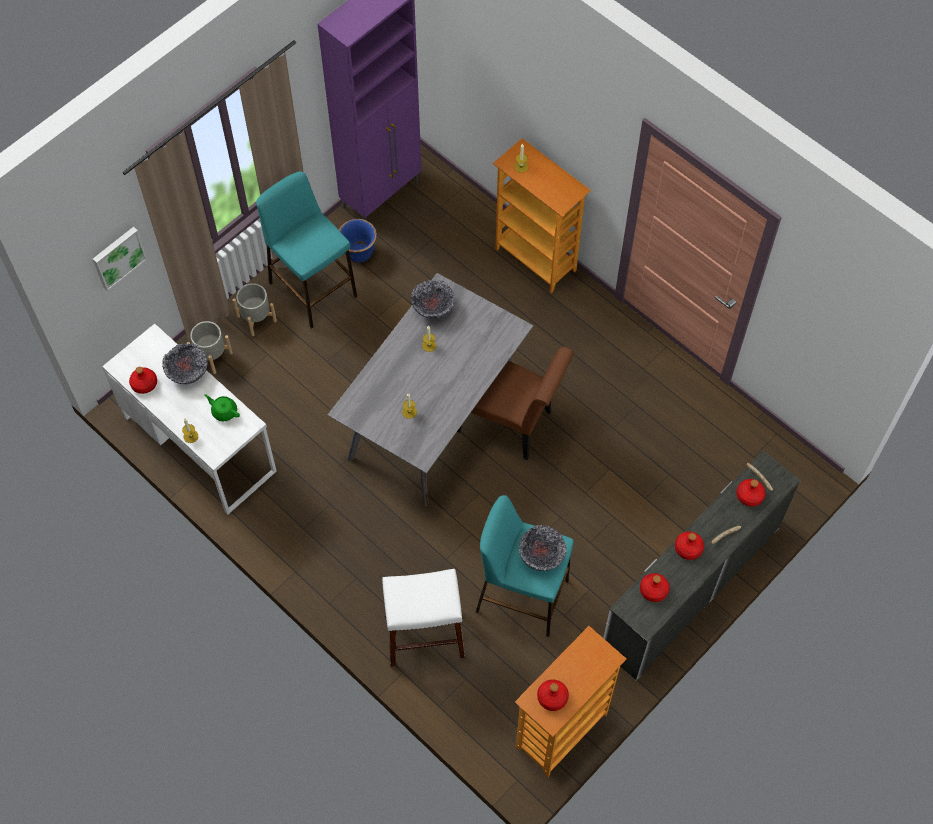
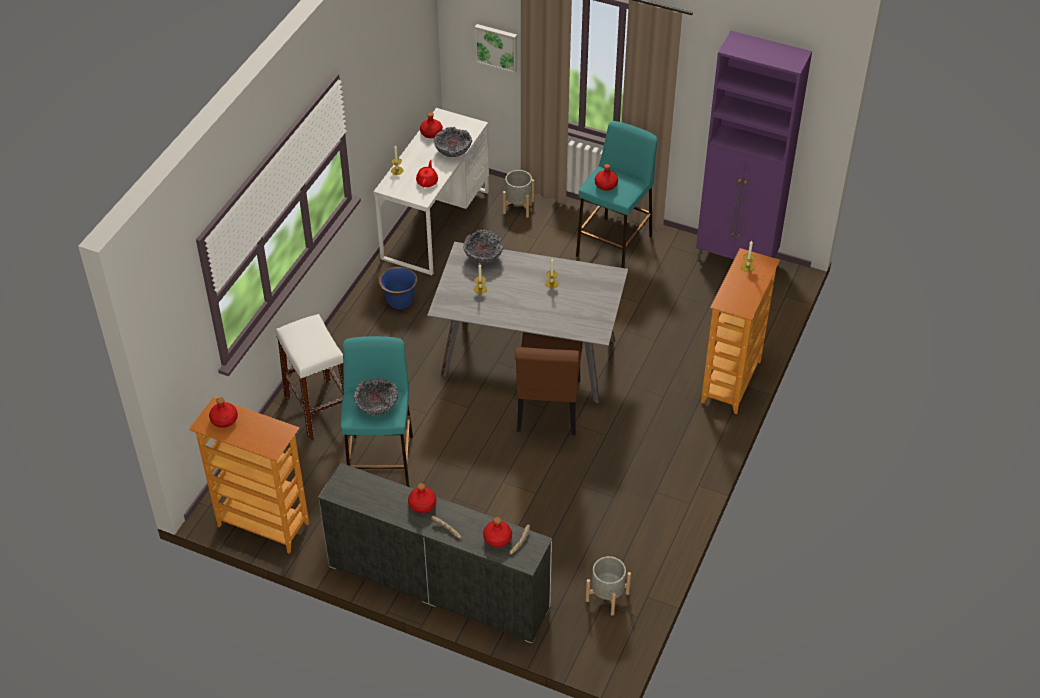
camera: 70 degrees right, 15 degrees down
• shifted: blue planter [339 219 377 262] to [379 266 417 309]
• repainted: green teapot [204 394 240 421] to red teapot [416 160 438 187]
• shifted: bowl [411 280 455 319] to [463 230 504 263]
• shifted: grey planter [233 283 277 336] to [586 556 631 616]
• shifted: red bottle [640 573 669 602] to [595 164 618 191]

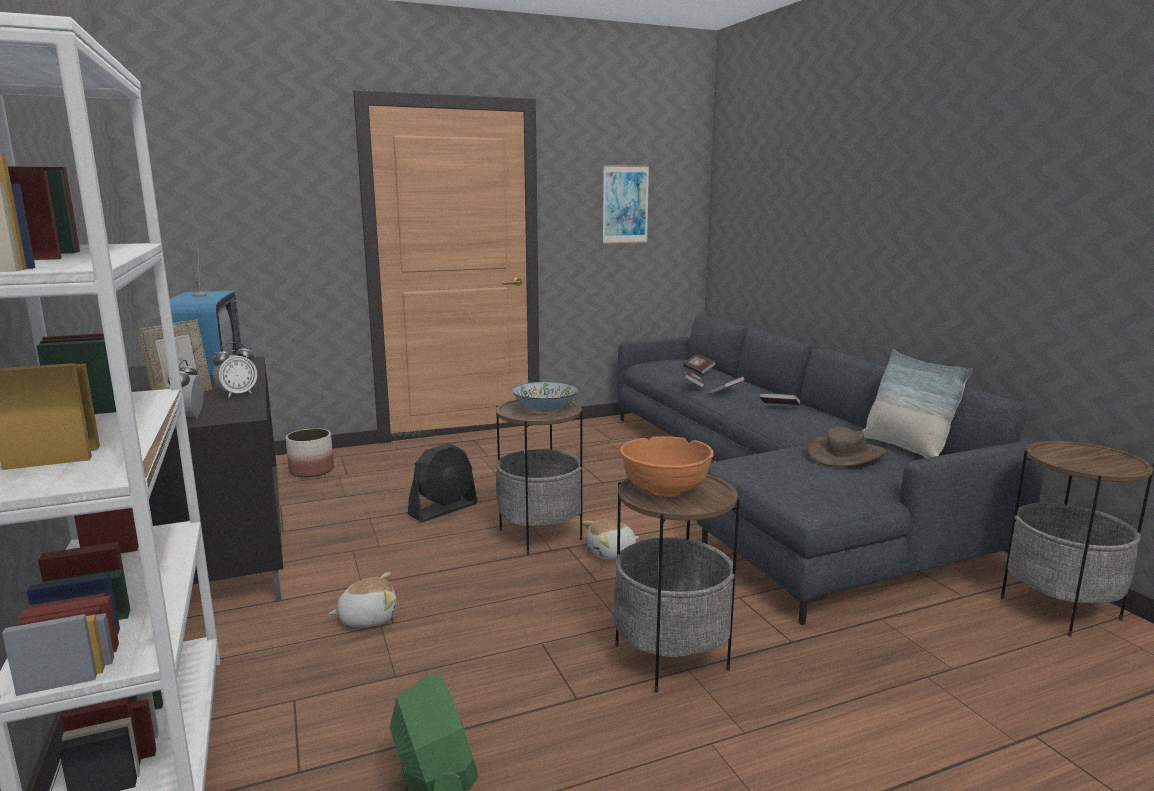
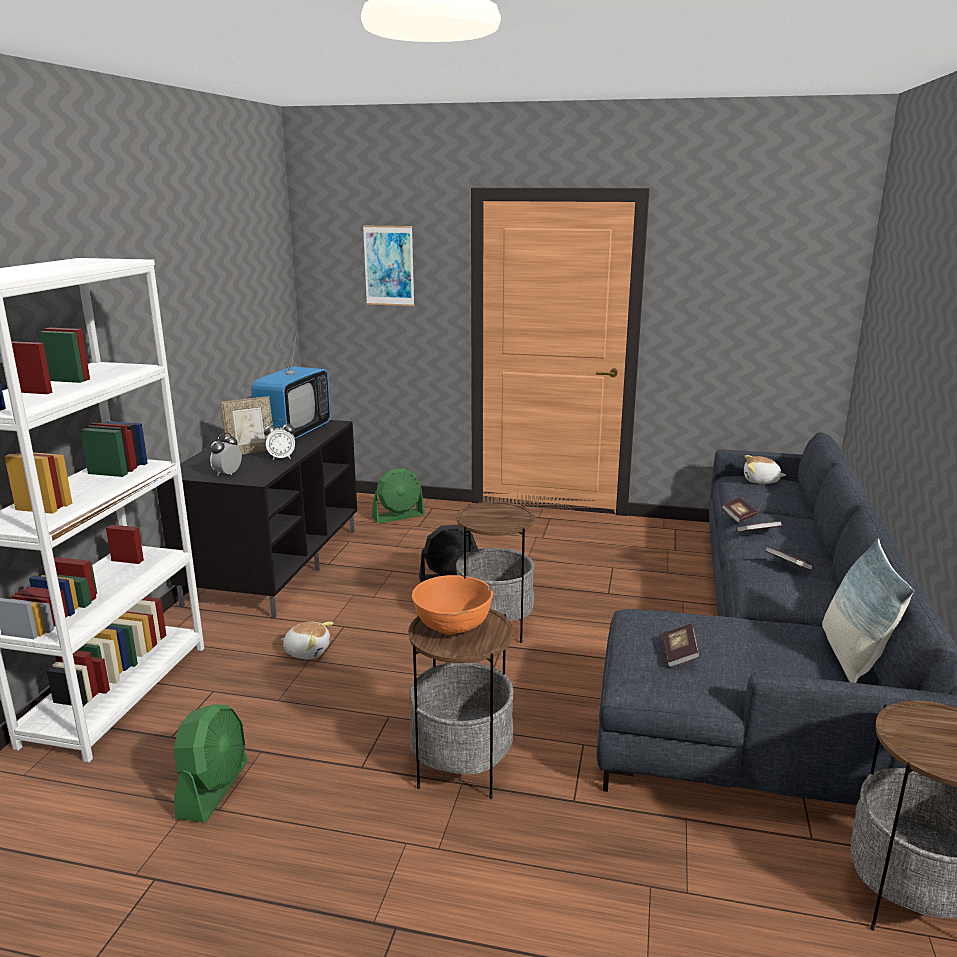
camera: 35 degrees right, 5 degrees up
• shifted: picture [603 165 649 244] to [363 226 414 306]
• swapped: planter [286 428 334 477] to green fan [371 468 425 523]
• shifted: book [683 354 716 375] to [662 623 700 668]
• shifted: plush toy [582 519 639 559] to [744 455 786 484]
• gone: bowl [512 381 579 412]
• gone: brown hat [807 427 887 467]

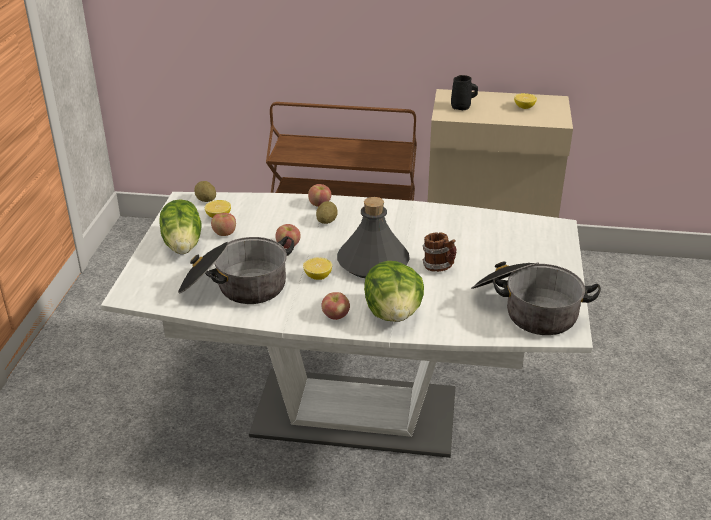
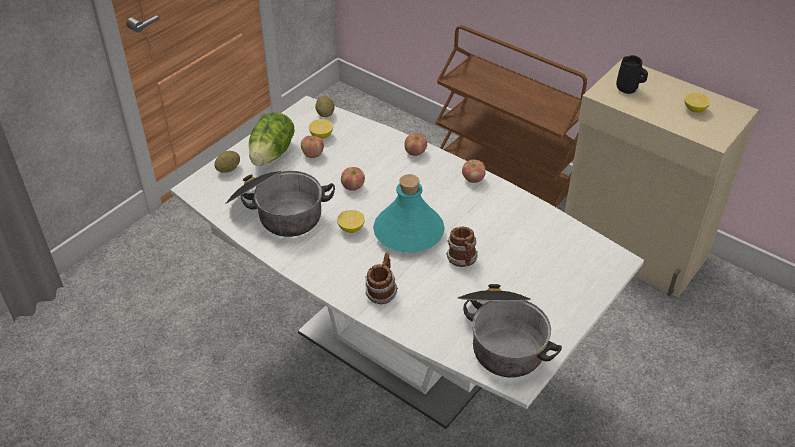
camera: 30 degrees right, 10 degrees up
• shifted: potato [316 201 338 224] to [214 151 240 173]
• swapped: lettuce [364 261 424 322] to mug [365 252 398 304]
• repainted: grey bottle [337 197 410 278] to turquoise bottle [373 174 445 253]
• shifted: apple [321 292 350 320] to [462 160 486 183]

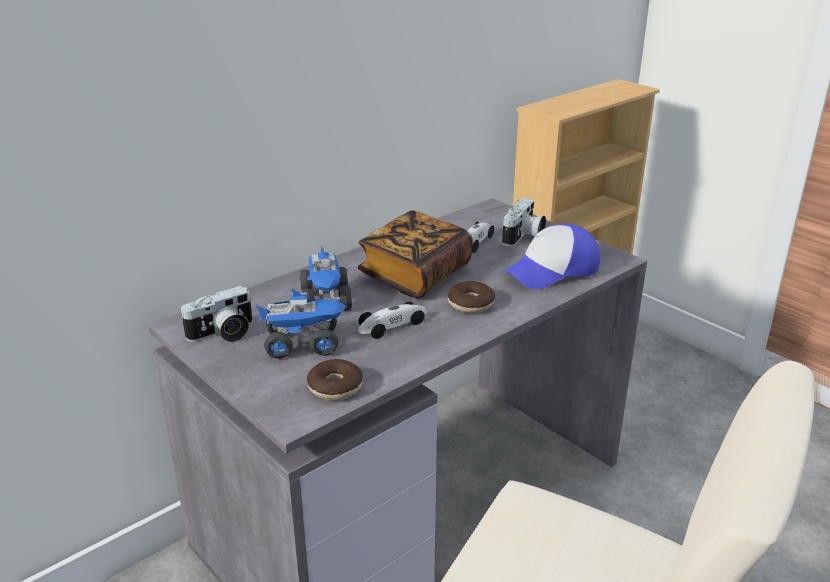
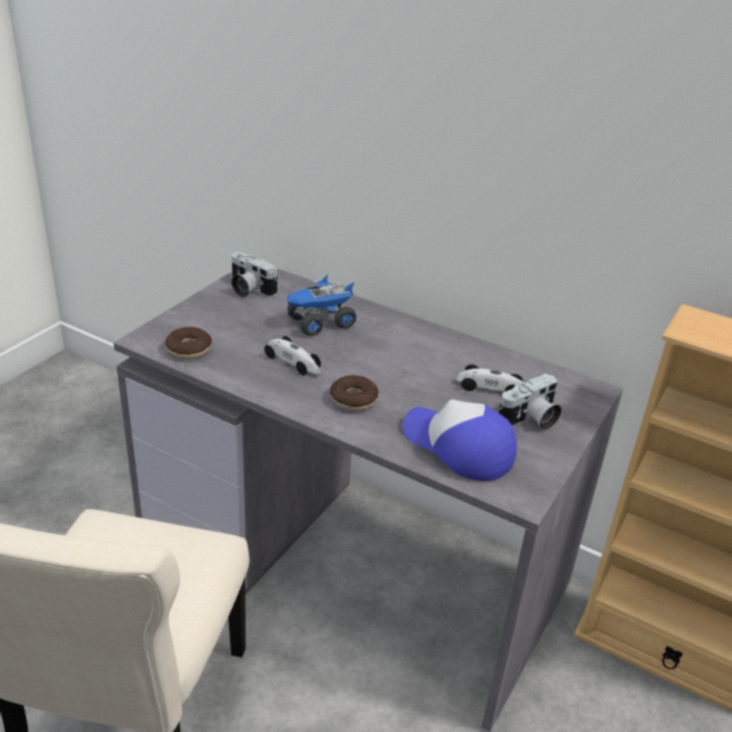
camera: 70 degrees right, 5 degrees up
• rotated: photo camera [502 198 546 246] = [499 373 562 430] 45 degrees counterclockwise
• gone: toy truck [256 289 346 359]
• gone: book [358 210 473 298]

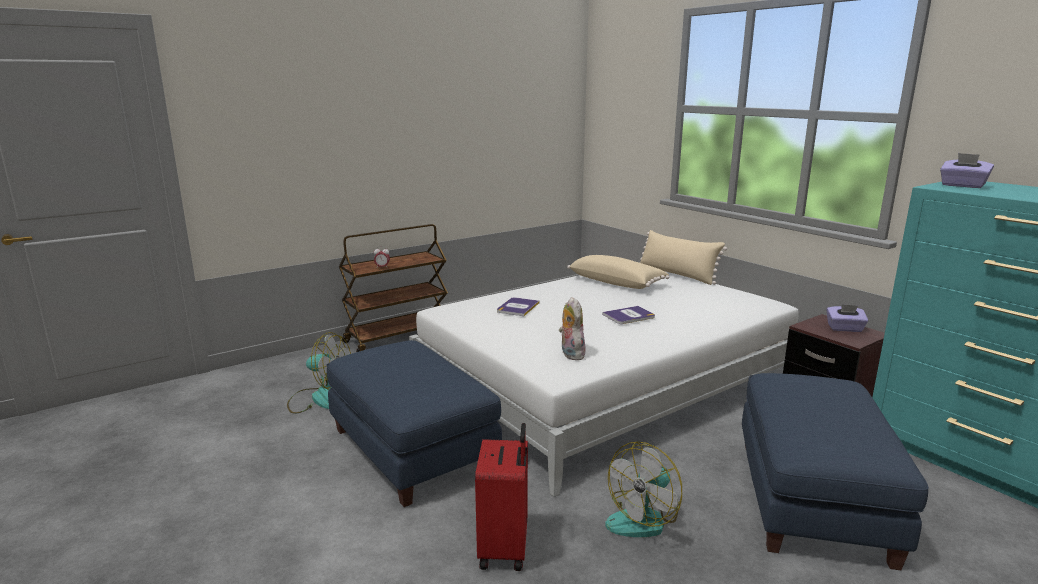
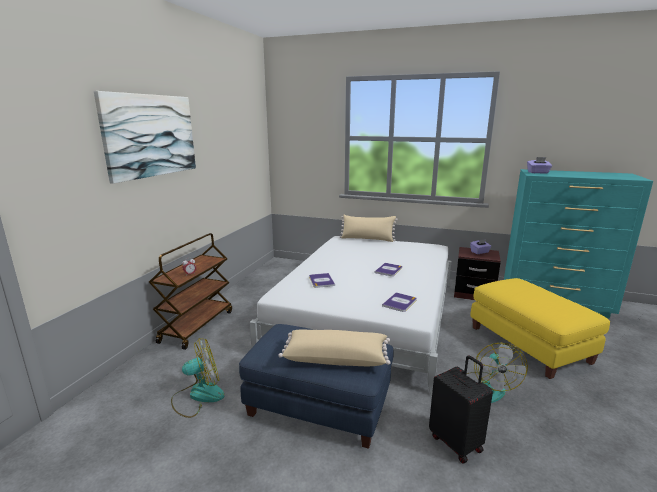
camera: 35 degrees left, 0 degrees up
• new: picture [94 91 196 184]
• shifted: beige pillow [567 255 669 289] to [279 330 391 366]
• swapped: plush toy [559 297 586 360] to book [382 292 417 312]
• repainted: red suitcase [475 423 528 571] to black suitcase [429 355 493 463]
• repainted: blue ottoman [742 373 929 570] to yellow ottoman [470 278 610 379]

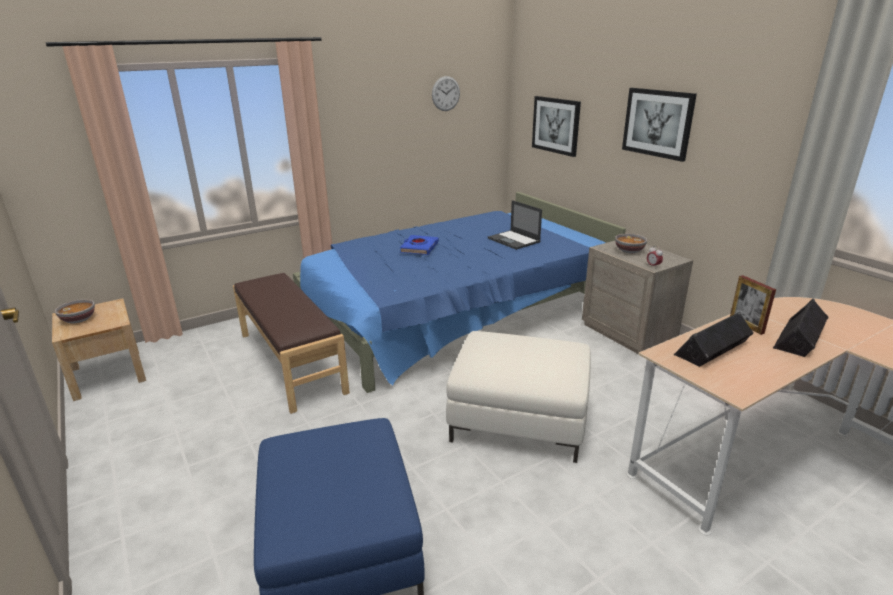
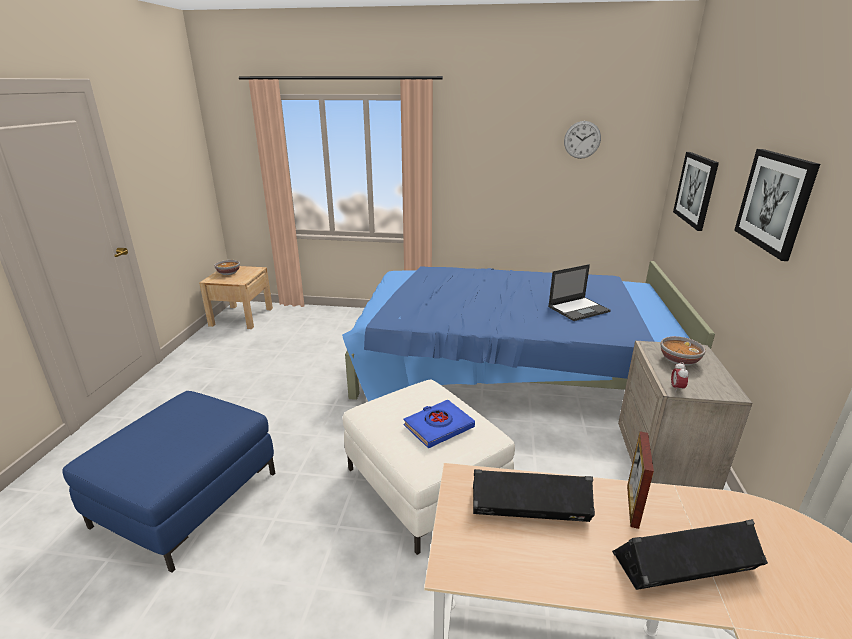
camera: 40 degrees right, 0 degrees up
• shifted: blue book [400 235 439 255] to [403 400 475 448]
• rotated: laptop [488 200 542 250] = [548 264 611 321] 120 degrees counterclockwise
• gone: brown bench [233 273 350 414]

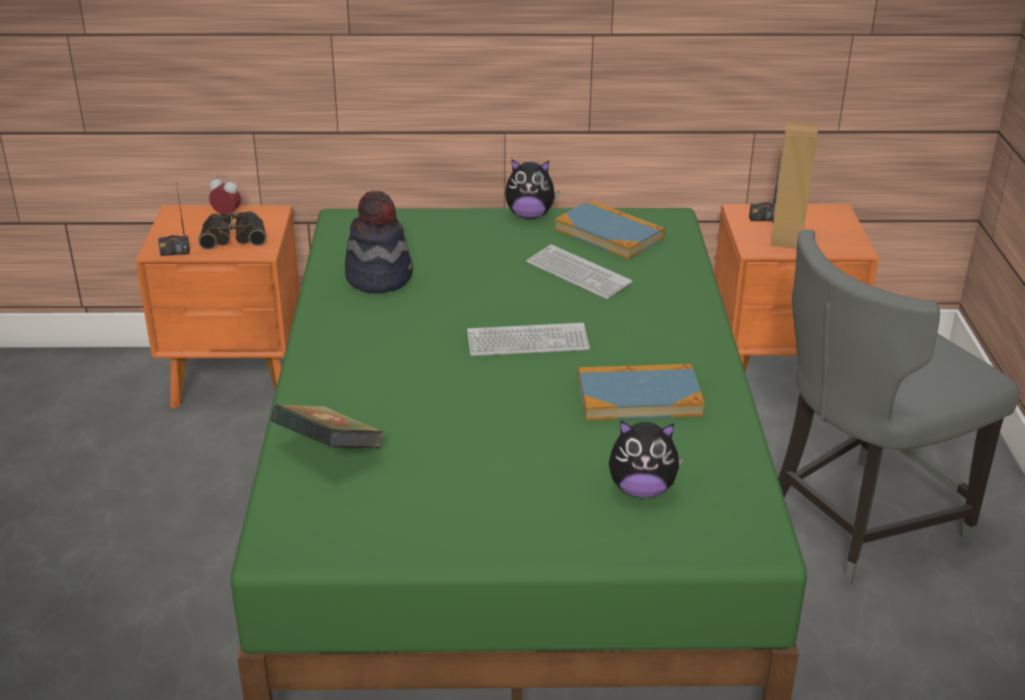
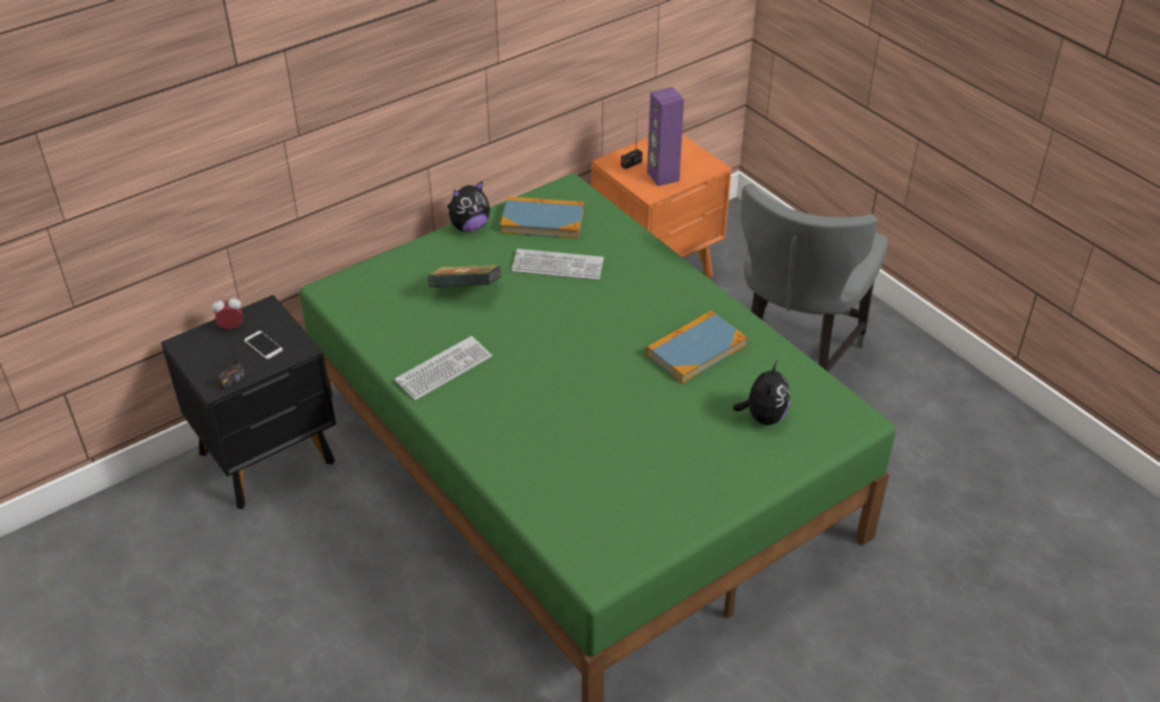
camera: 35 degrees left, 10 degrees up
• repainted: orange nightstand [136 205 300 409] to black nightstand [161 295 336 509]
• swapped: binoculars [199 211 266 250] to phone [244 331 283 359]
• shifted: keyboard [467 323 590 356] to [395 336 492 400]
• shifted: book [271 403 384 448] to [428 265 502 287]
• repainted: brown speaker [771 121 818 249] to purple speaker [647 87 684 186]
• rotated: plush toy [609 421 684 497] = [733 361 790 425] 45 degrees counterclockwise
• gone: hat [345 190 413 294]

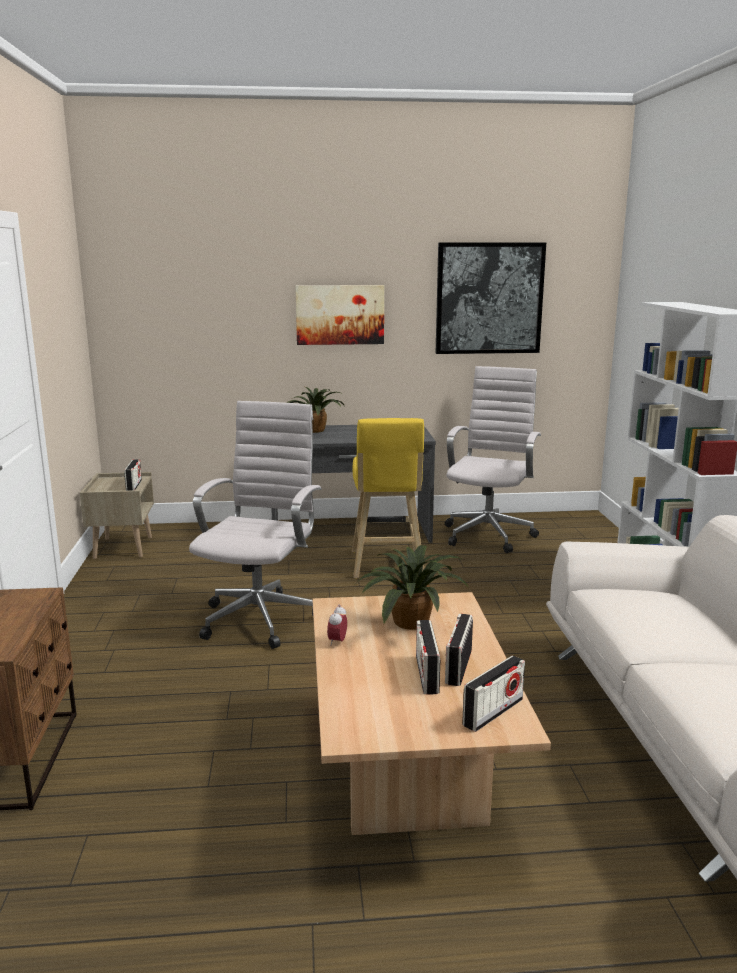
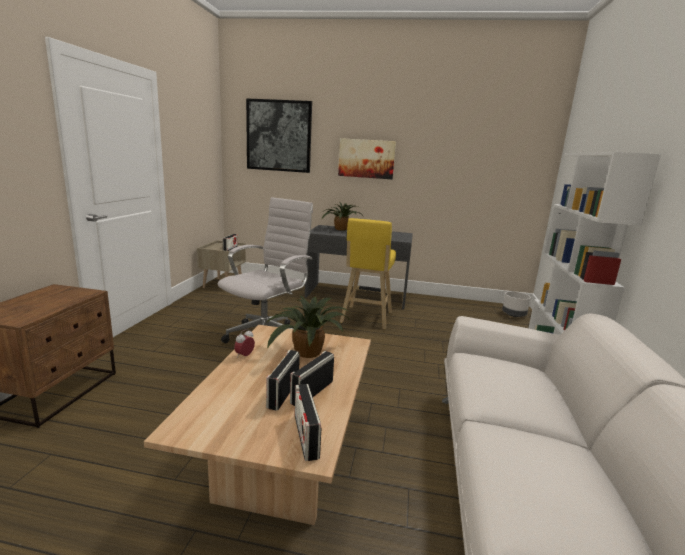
camera: 15 degrees right, 0 degrees up
• shifted: picture [436 242 546 354] to [246 98 312 173]
• rotated: radio [462 655 525 732] = [295 384 321 461] 105 degrees clockwise
• new: grey planter [502 291 531 317]
• gone: white office chair [445 366 541 553]

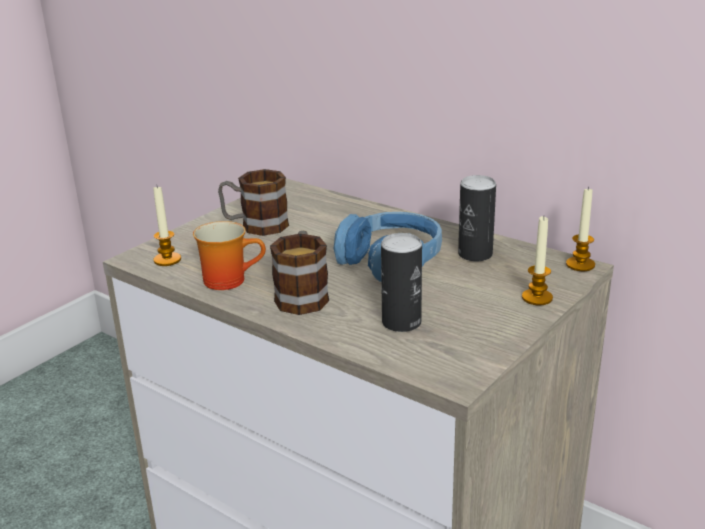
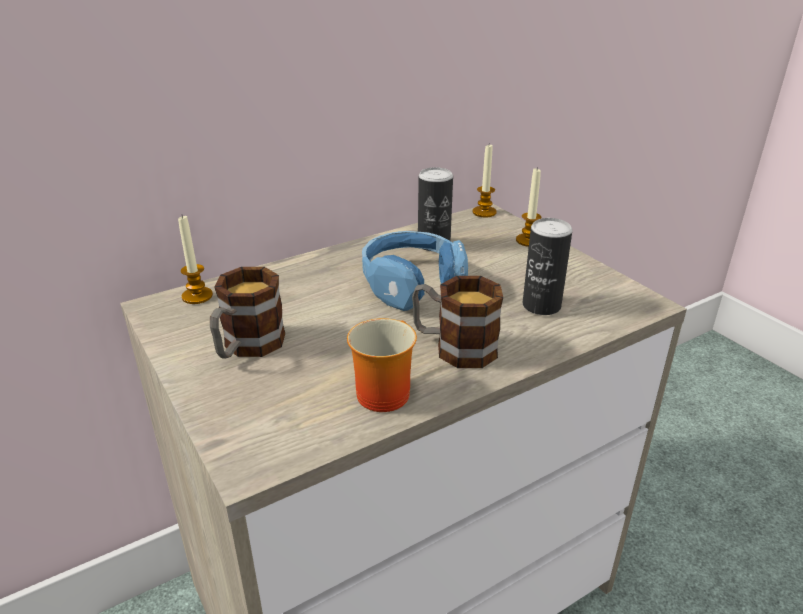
camera: 70 degrees left, 5 degrees up
• shifted: candle [153 187 181 266] to [178 216 213 304]

